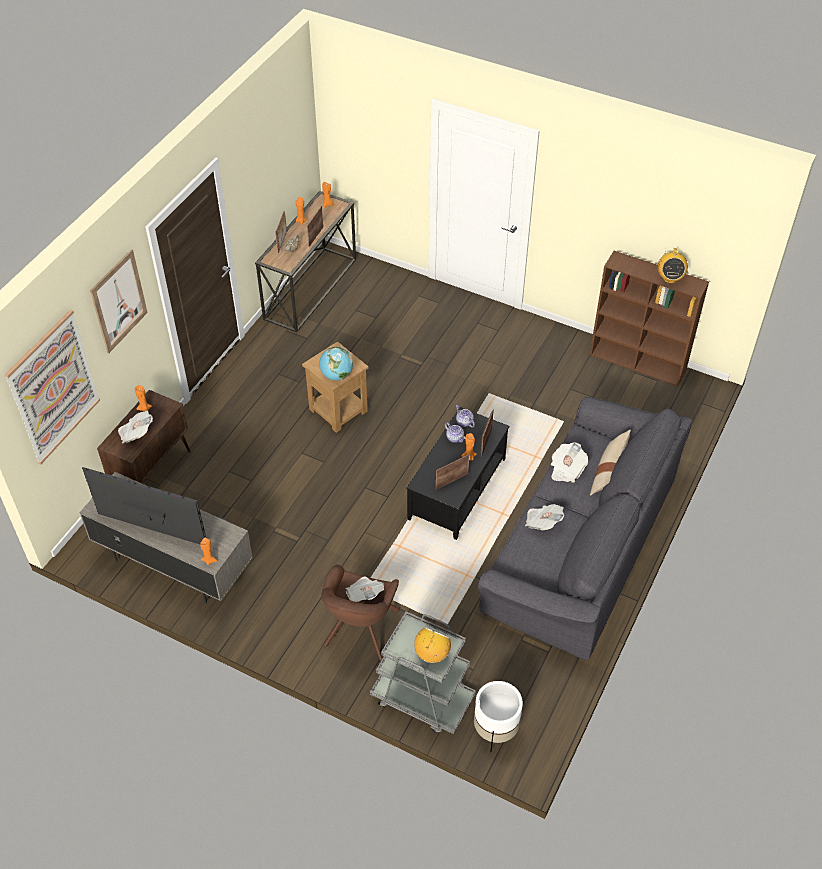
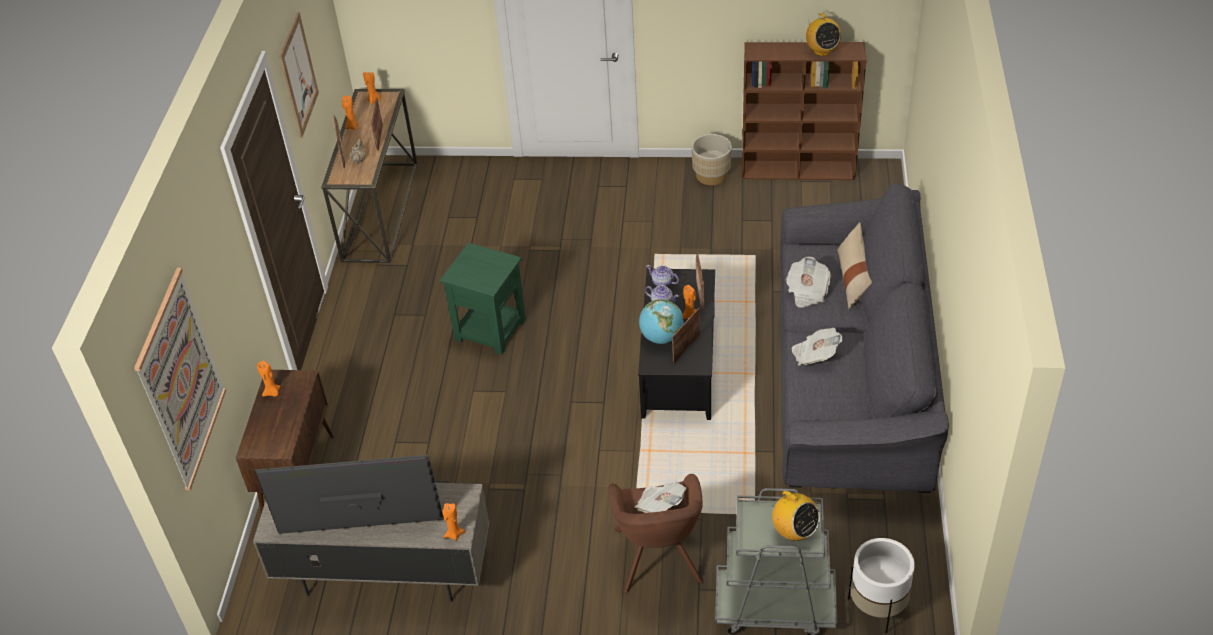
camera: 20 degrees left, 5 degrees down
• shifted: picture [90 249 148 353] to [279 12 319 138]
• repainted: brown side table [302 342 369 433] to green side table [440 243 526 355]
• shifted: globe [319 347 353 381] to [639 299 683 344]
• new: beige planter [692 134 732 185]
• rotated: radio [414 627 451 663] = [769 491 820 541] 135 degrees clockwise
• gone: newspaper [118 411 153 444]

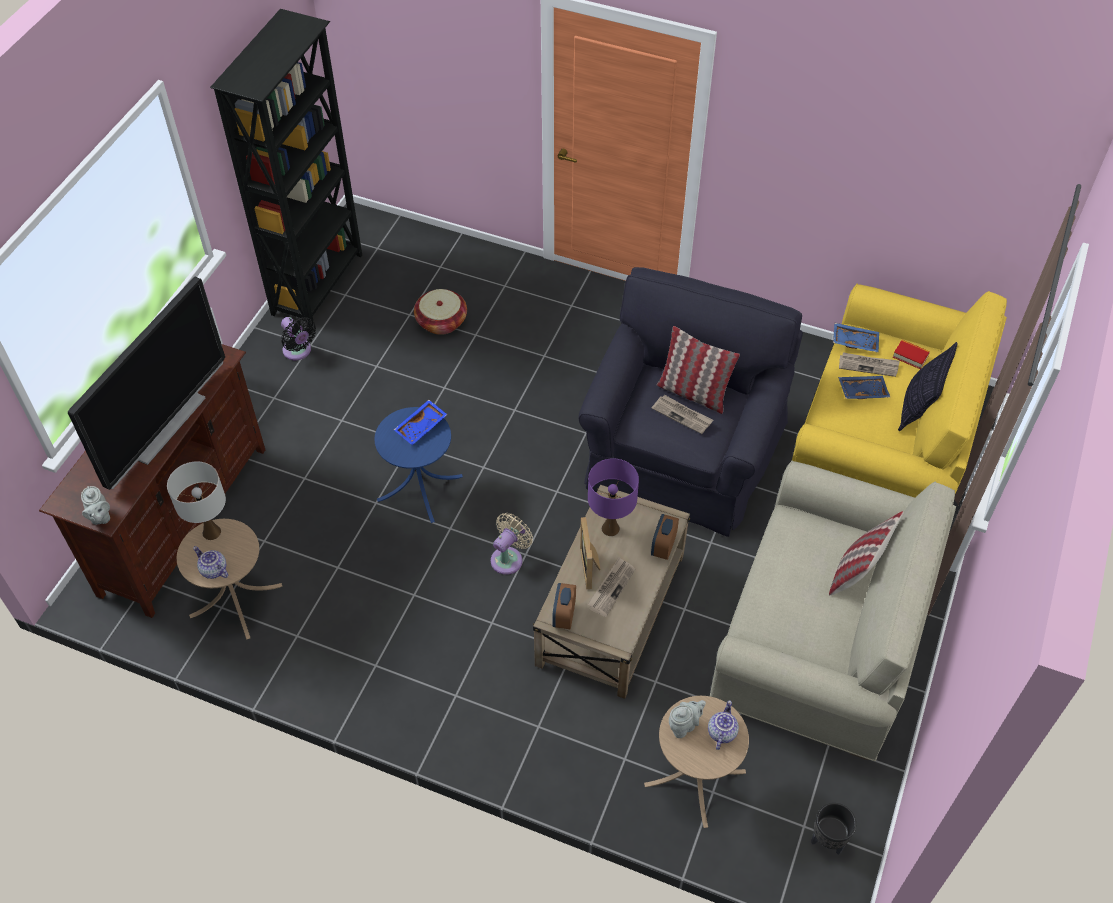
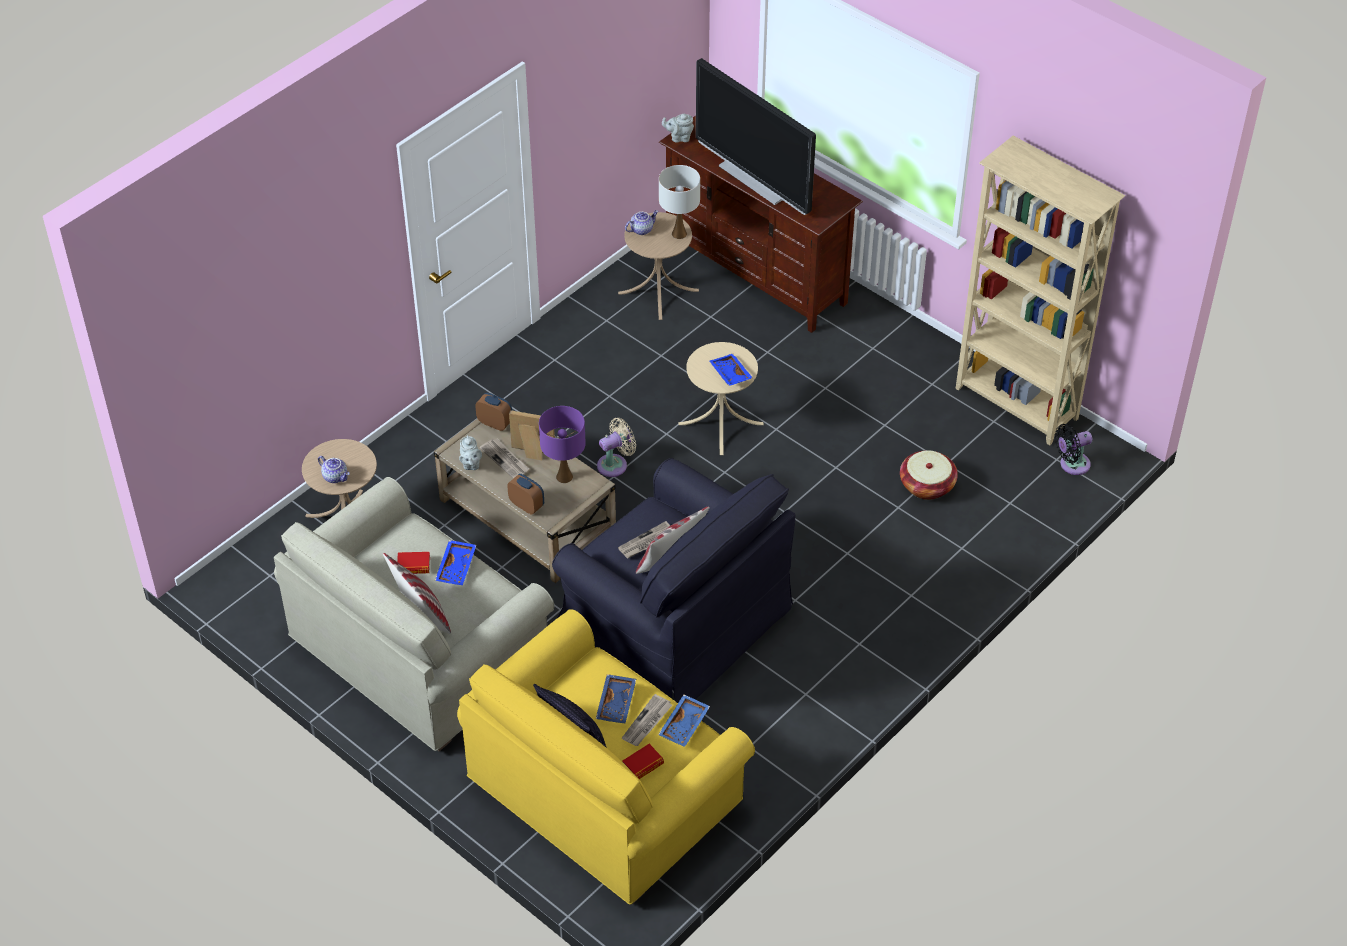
camera: 110 degrees right, 5 degrees down
• new: book [397 552 430 574]
• new: blue tray [435 540 476 585]
• shifted: grey teapot [669 700 706 738] to [459 435 482 470]
• rotated: beige fan [491 513 533 575] = [597 418 636 477] 90 degrees counterclockwise
• repainted: blue side table [374 407 463 523] to beige side table [678 342 764 455]
• repainted: black bookcase [210 9 362 327] to beige bookcase [956 136 1125 445]
• shifted: black fan [281 317 316 360] to [1055 424 1092 475]
• gone: black planter [811 803 856 855]

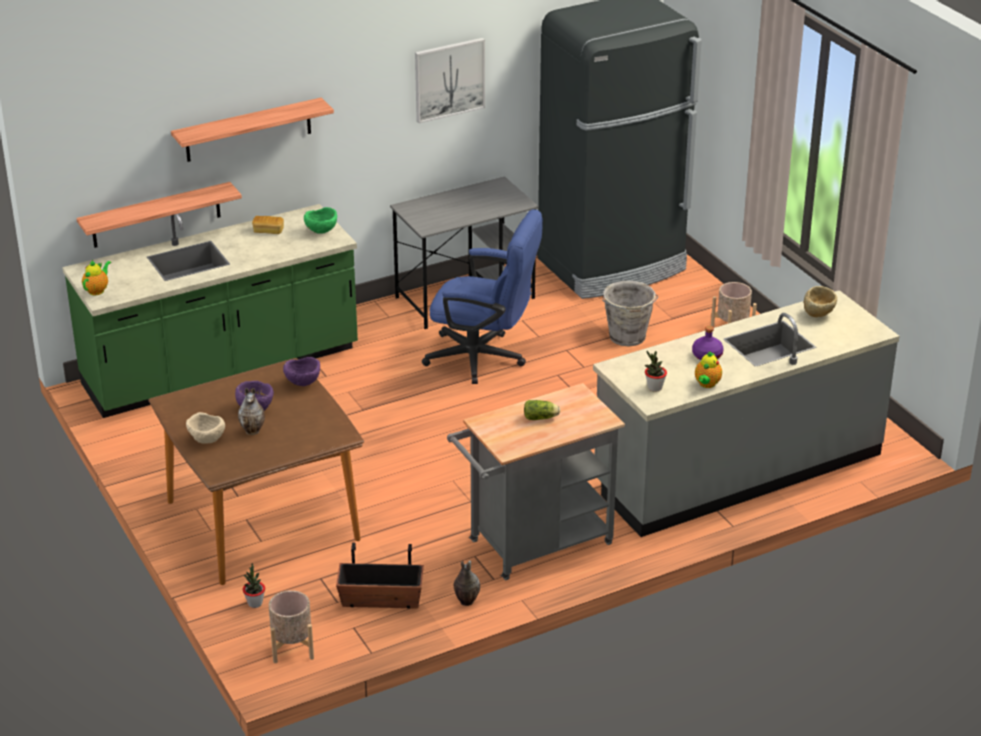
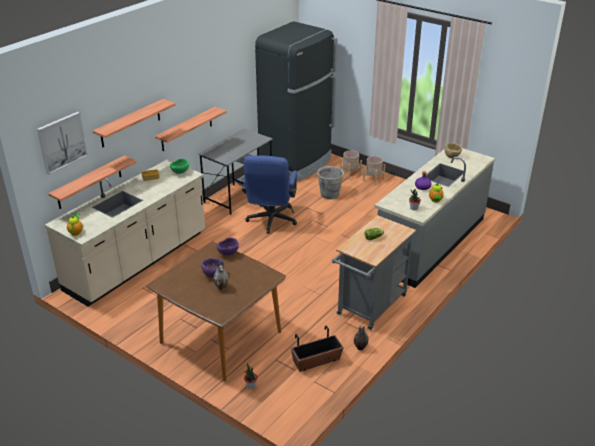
camera: 25 degrees left, 0 degrees up
• shifted: picture [415 38 485 123] to [37 112 88 174]
• repainted: green counter [62 204 358 418] to beige counter [45 159 205 307]
• new: shelf [155 107 227 151]
• rotated: blue office chair [422 209 543 384] = [242 155 297 234] 105 degrees clockwise
• shifted: beige planter [269 590 314 663] to [340 150 362 179]
• gone: beige bowl [186 412 225 444]

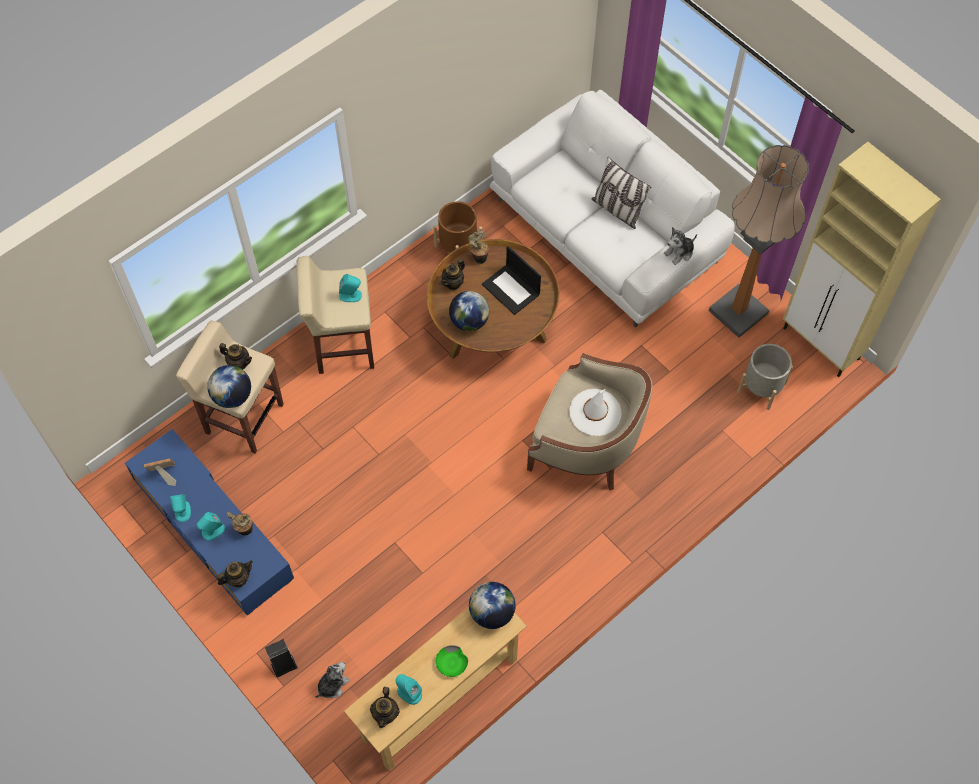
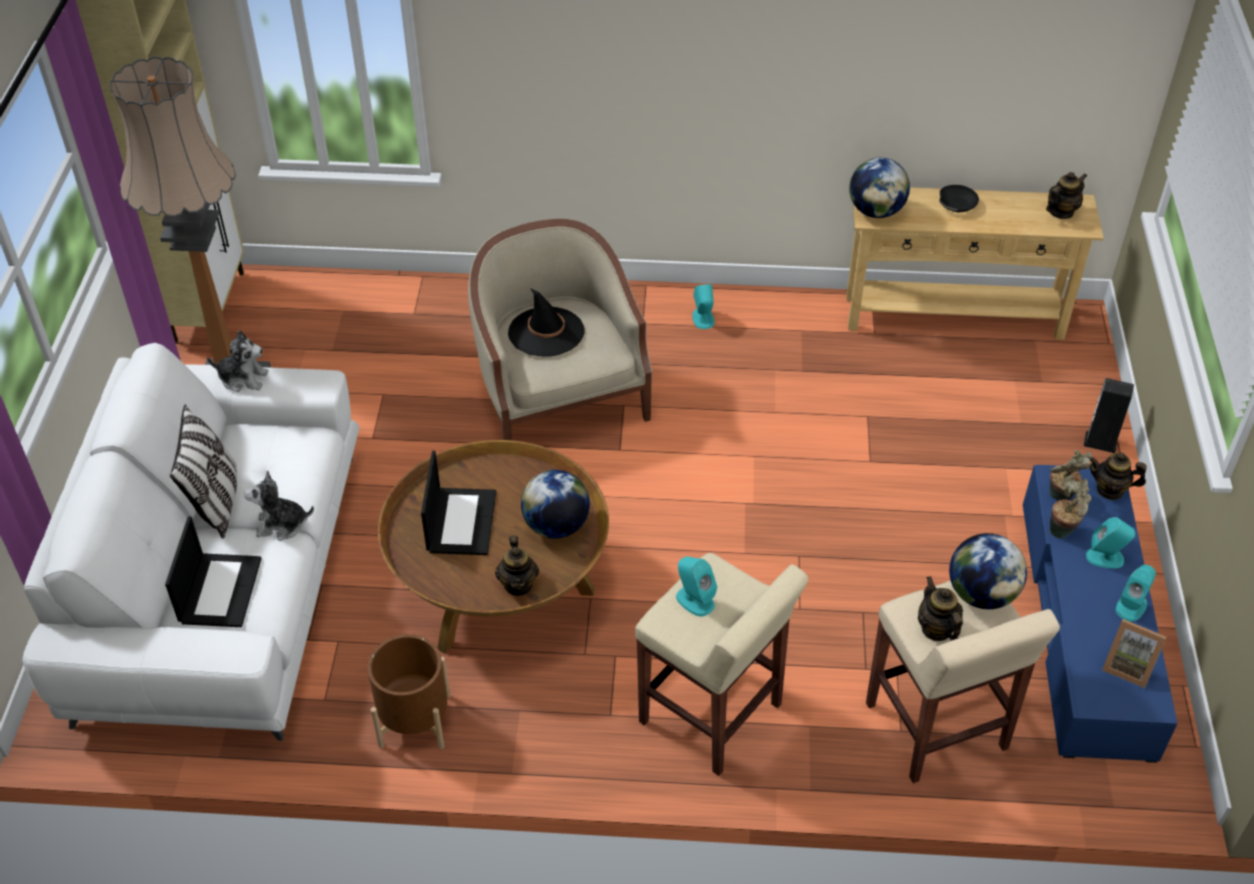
camera: 135 degrees left, 15 degrees down
• new: laptop [165 516 262 627]
• shifted: plush toy [315 662 350 698] to [244 470 314 541]
• rotated: teapot [441 258 465 290] = [495 535 539 596] 90 degrees clockwise
• repainted: white hat [569 389 622 436] to black hat [508 288 585 357]
• shifted: turquoise speaker [396 674 422 705] to [692 284 714 329]
• repainted: green bowl [436 645 468 677] to black bowl [939 185 979 212]
• shifted: potted plant [468 229 489 264] to [1050 450 1092 501]
• gone: grey planter [737 344 793 410]

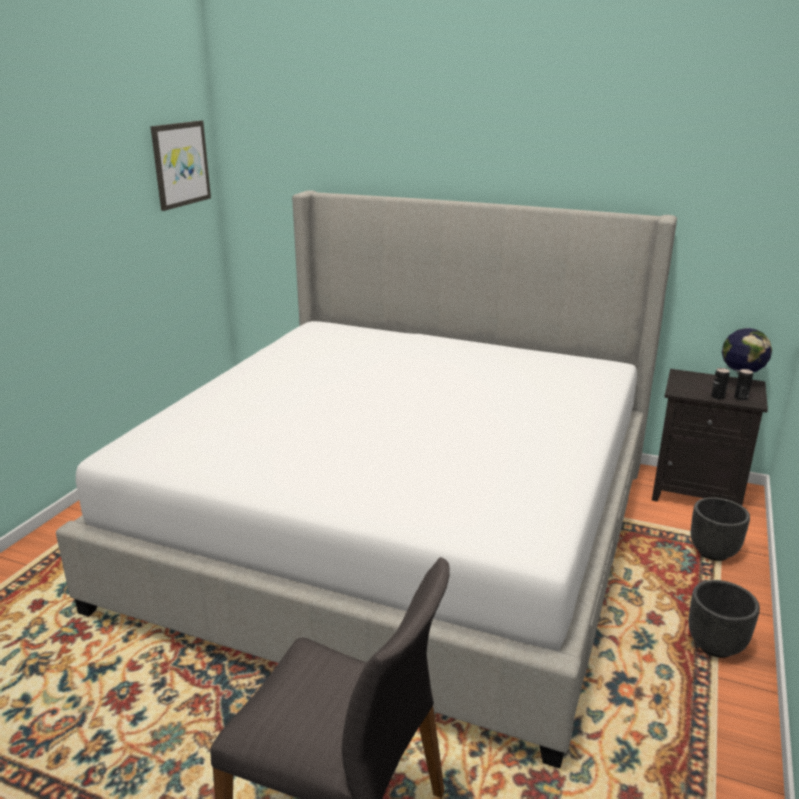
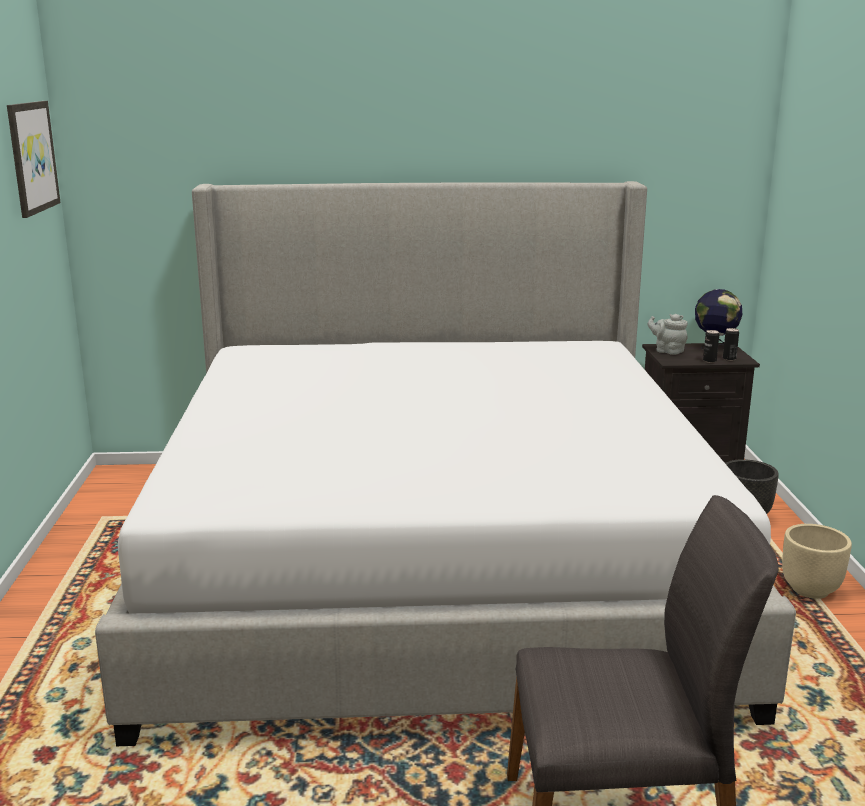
camera: 25 degrees left, 5 degrees down
• new: grey teapot [647 314 688 355]
• repainted: black planter [689 580 760 658] to beige planter [782 524 852 599]

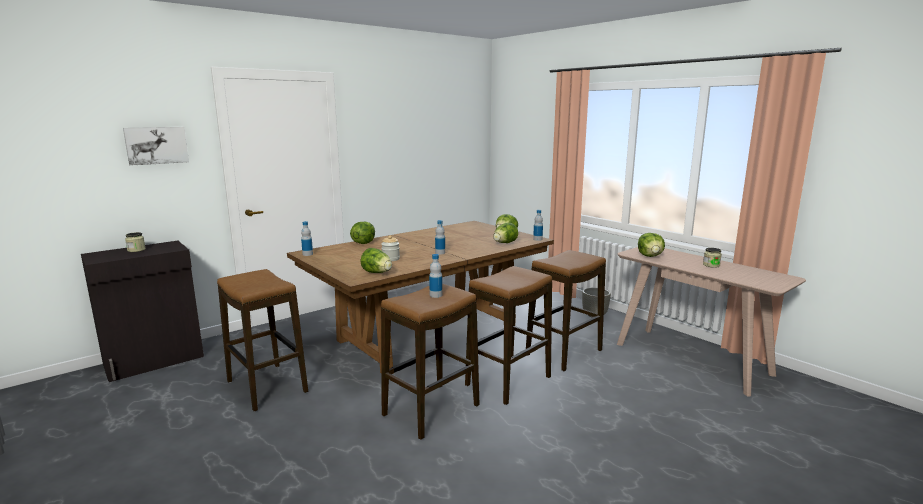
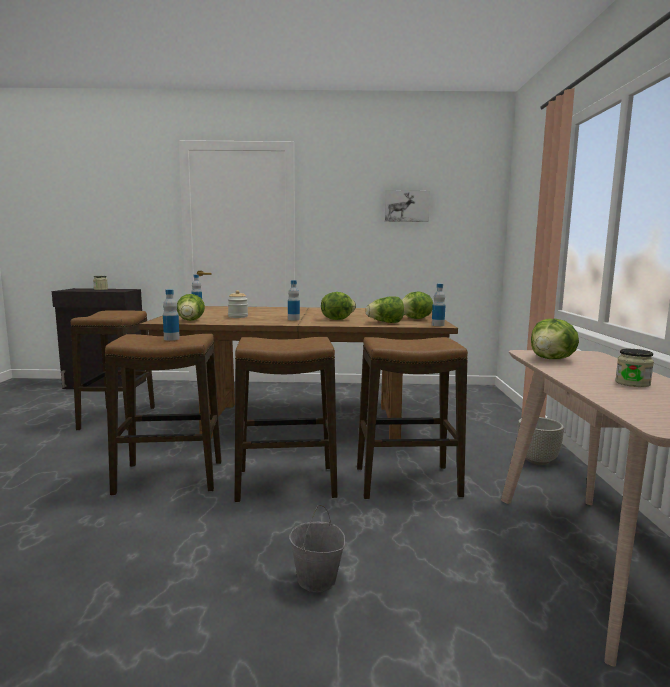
camera: 40 degrees right, 5 degrees down
• new: grey bucket [289 505 345 592]
• shifted: lettuce [350 222 375 244] to [321 292 356 320]
• shifted: picture [123 127 189 166] to [385 190 430 222]

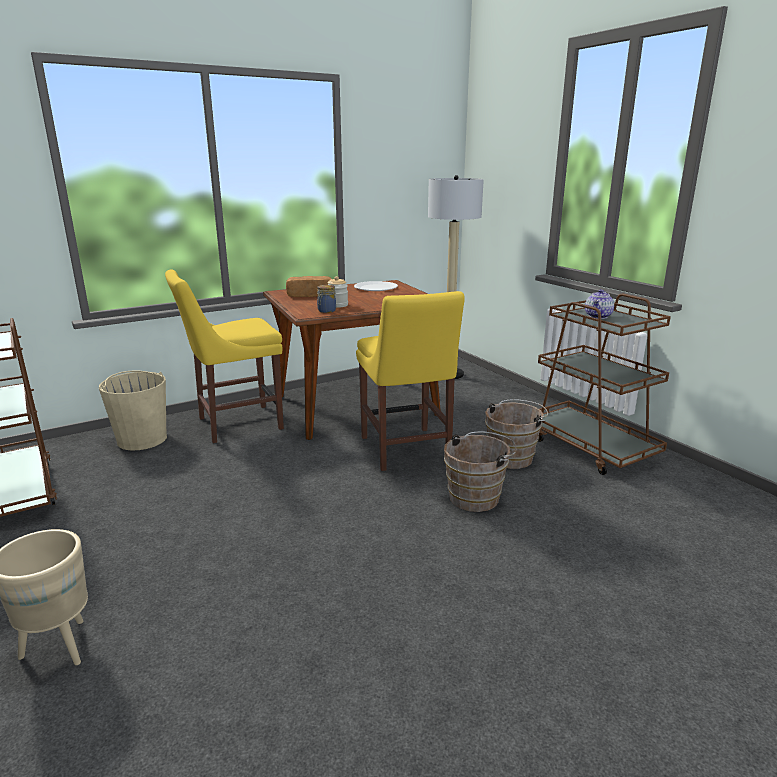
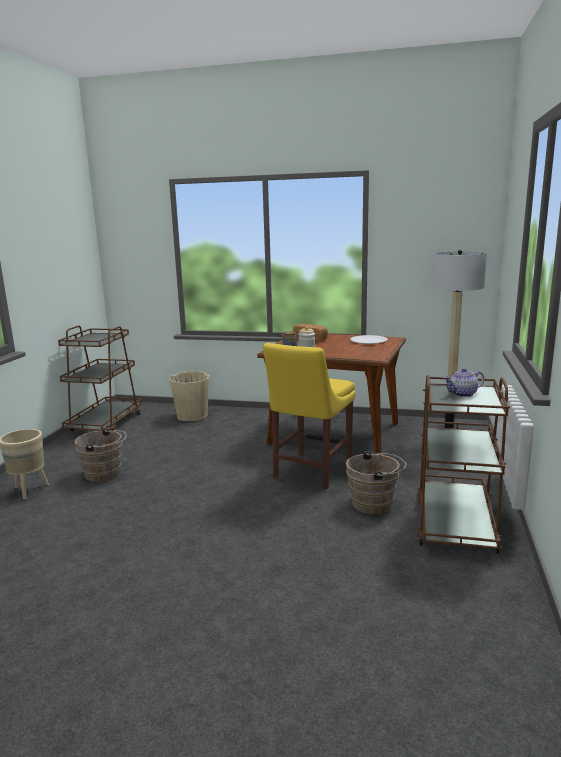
camera: 45 degrees right, 5 degrees down
• shifted: brown bucket [444 431 516 512] to [75 428 126 482]
• gone: yellow chair [165 270 284 443]

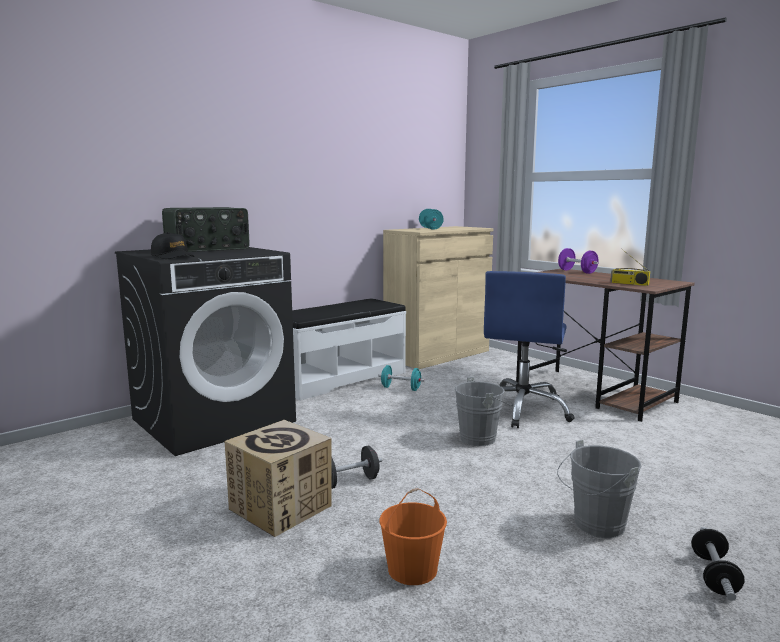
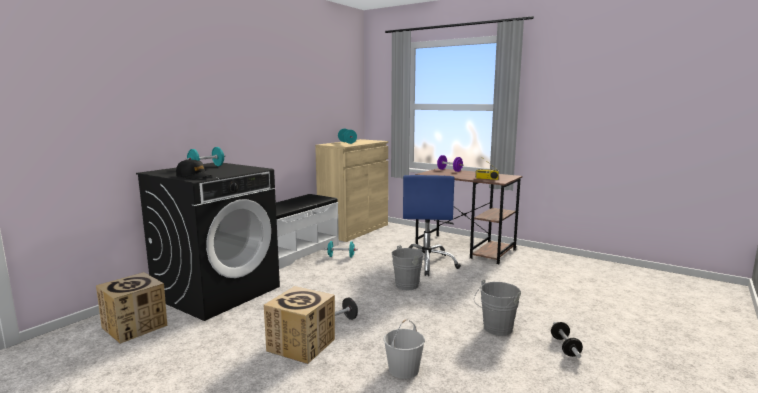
camera: 15 degrees left, 0 degrees up
• new: cardboard box [96 272 167 344]
• swapped: radio [162 207 250 252] to turquoise dumbbell [185 147 225 166]
• repainted: orange bucket [380 488 447 585] to white bucket [384 319 425 379]

